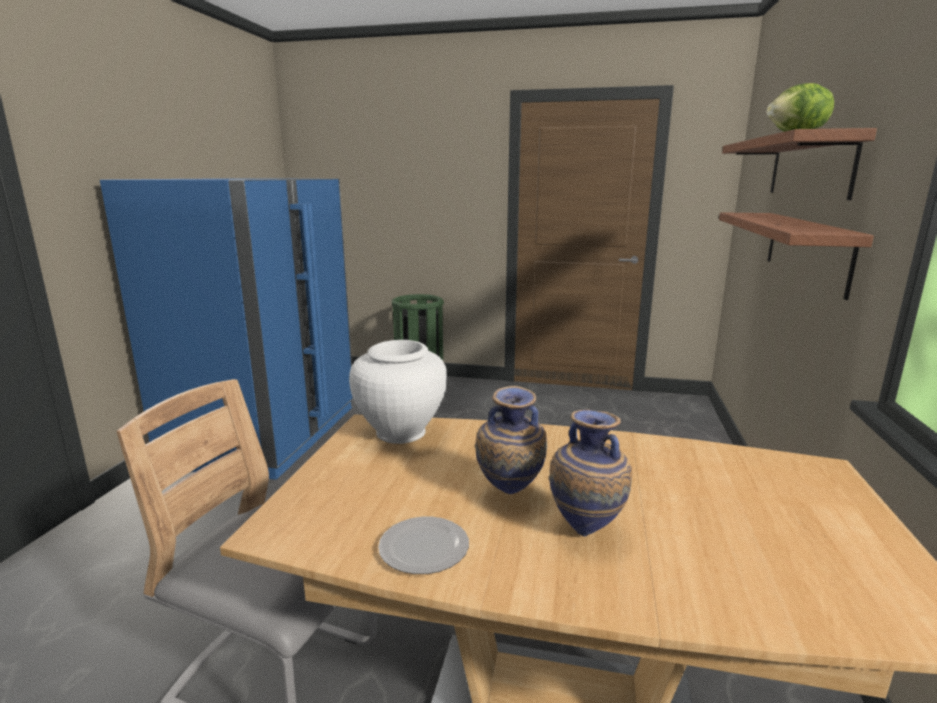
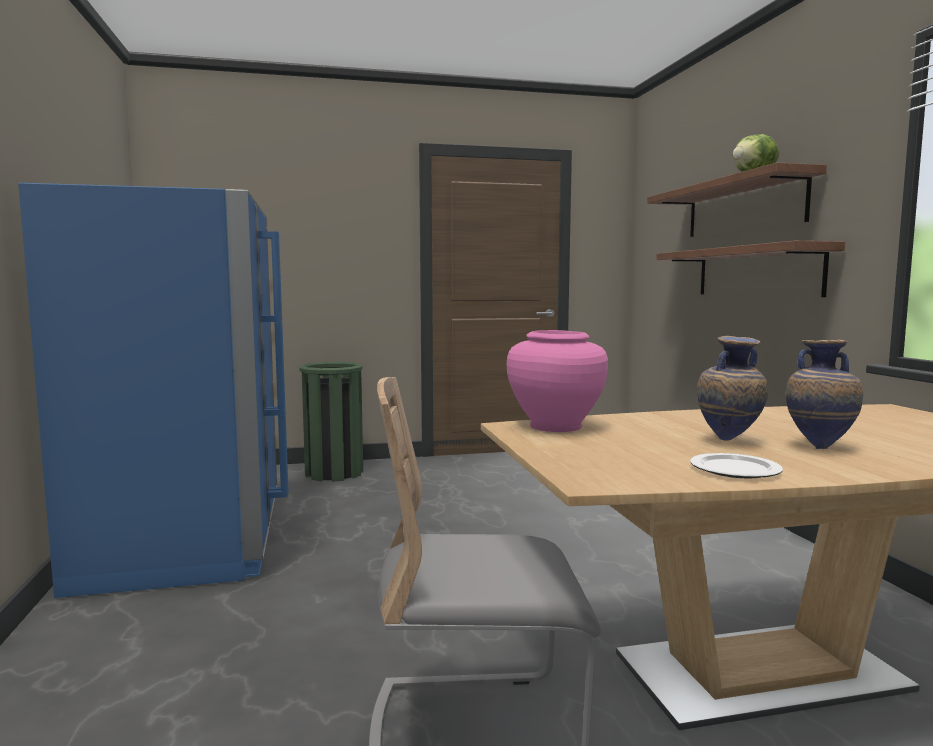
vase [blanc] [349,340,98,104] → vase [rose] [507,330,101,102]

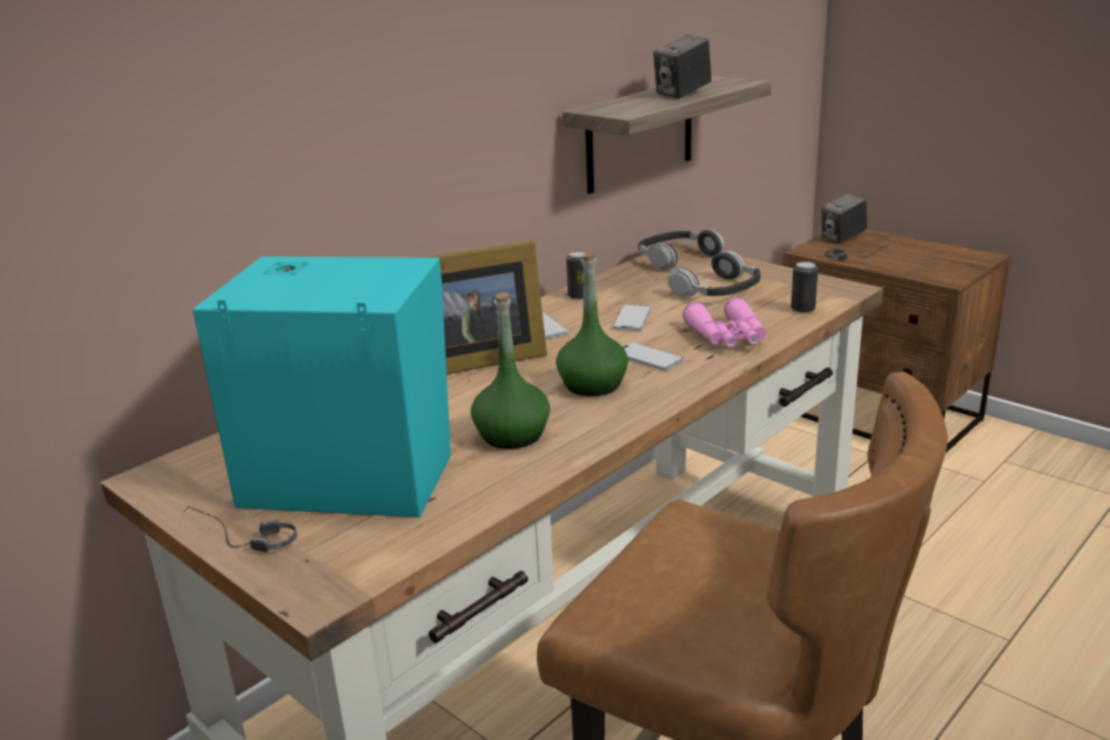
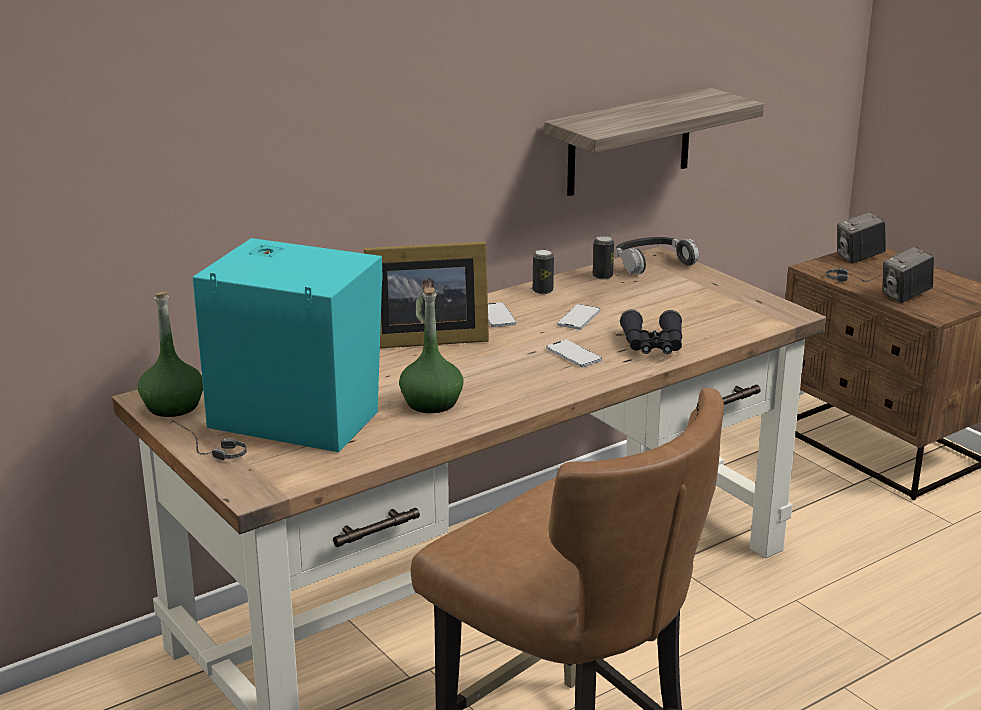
appareil photo [653,35,58,63] → appareil photo [882,246,52,57], shifted
casque audio [668,251,93,47] → -
bouteille [vert] [556,253,72,143] → bouteille [vert] [138,292,65,125], shifted
boîte métallique [791,261,27,52] → boîte métallique [593,236,21,43], shifted
jumelles [rose] [683,297,83,50] → jumelles [noir] [620,309,62,45]

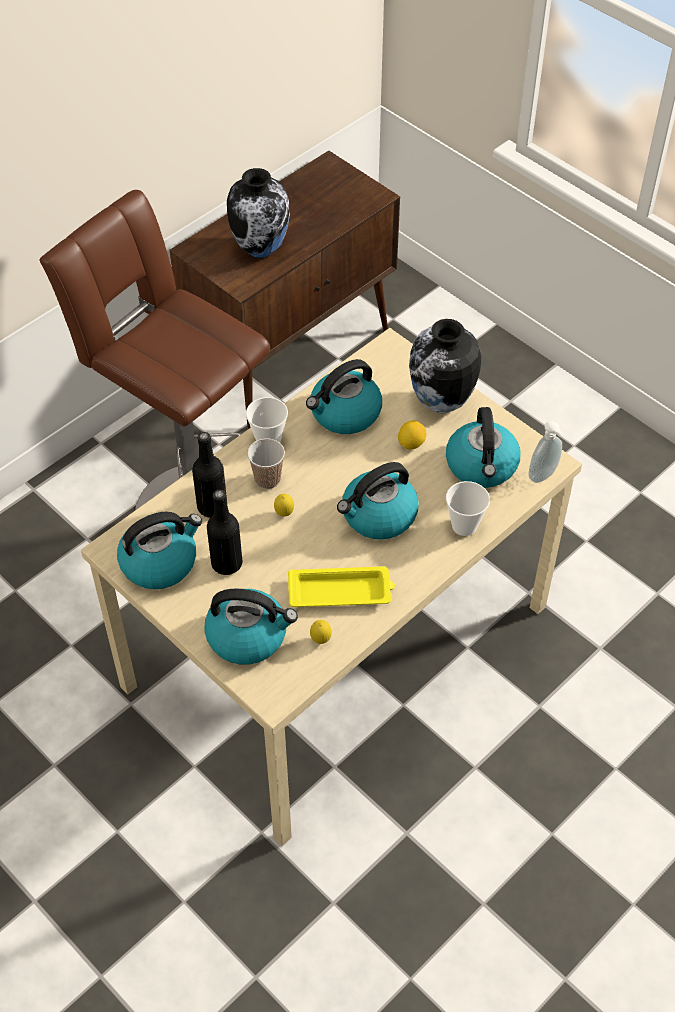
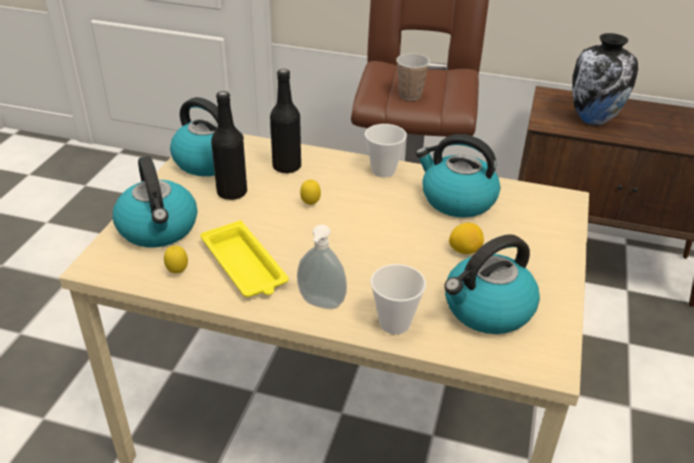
vase [409,319,72,94] → -
distributeur de savon [529,421,34,62] → distributeur de savon [297,225,50,84], shifted
tasse [247,439,38,50] → tasse [396,53,34,47], shifted
bouilloire [337,462,82,78] → -

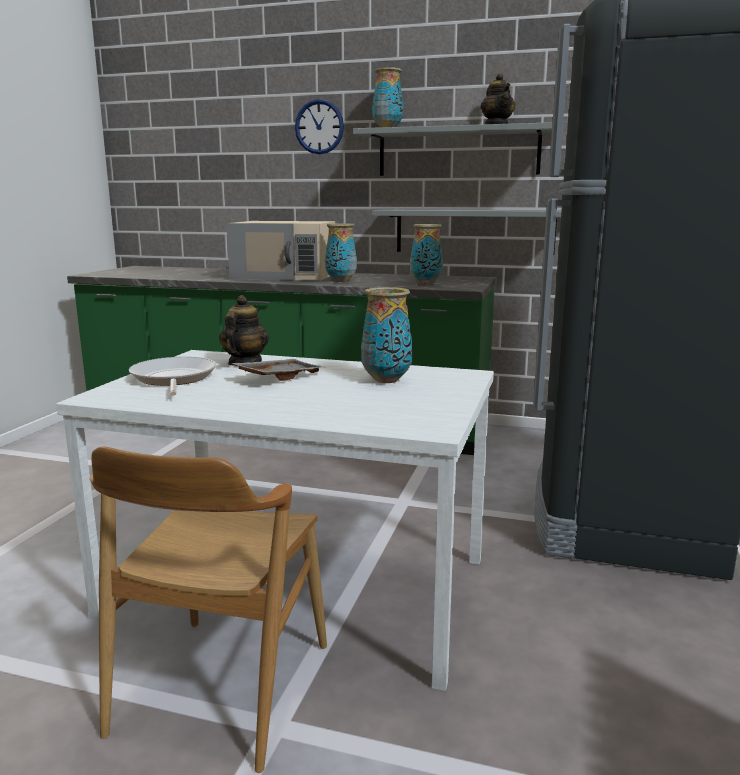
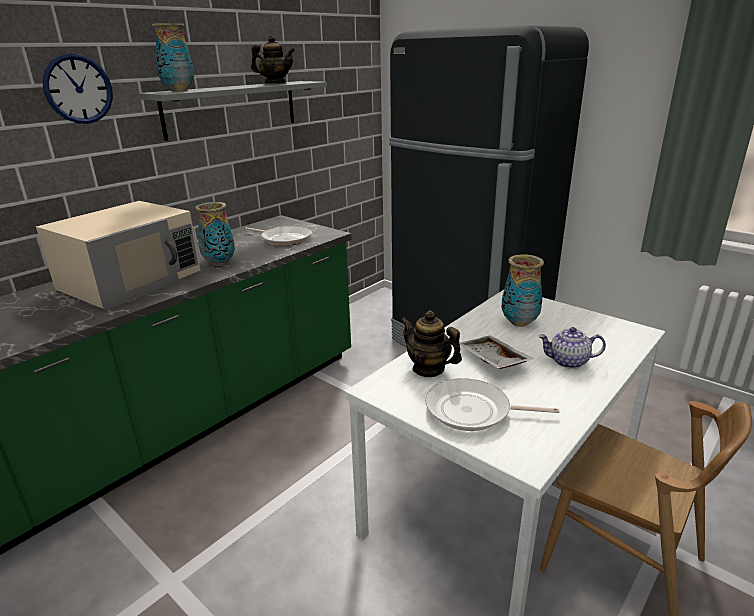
étagère [gris] [372,210,190,42] → -
vase [410,224,33,60] → poêle [245,226,67,20]
- → théière [538,327,68,42]

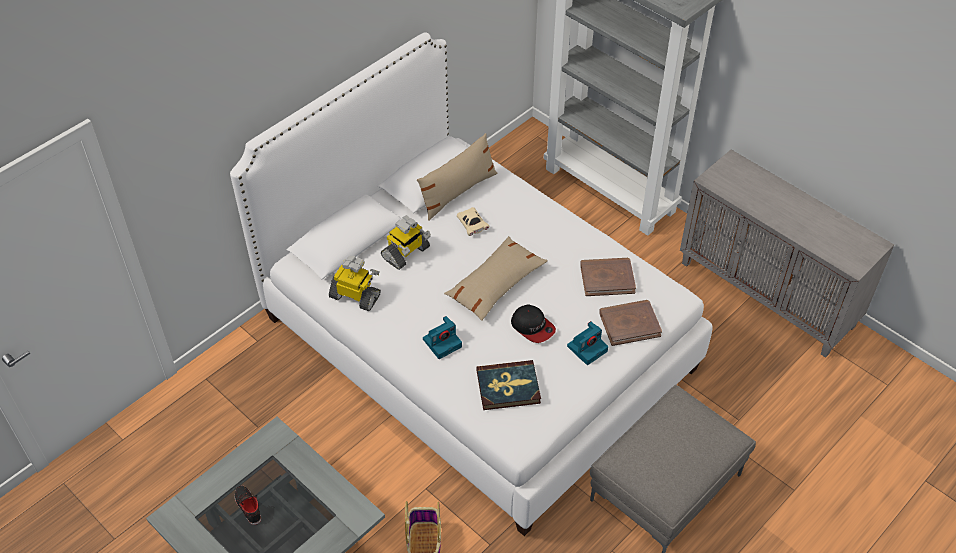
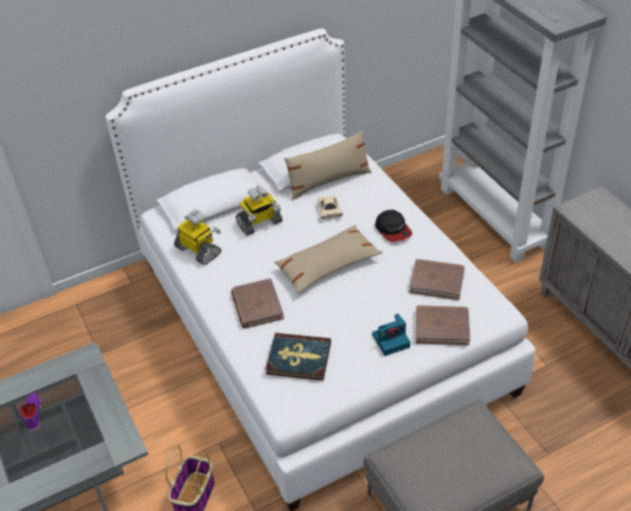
casquette [511,305,45,38] → casquette [375,210,37,32], shifted
appareil photo [423,316,39,43] → livre [marron] [231,278,53,51]
chaussure [noir] [235,485,26,40] → chaussure [violet] [18,393,23,38]

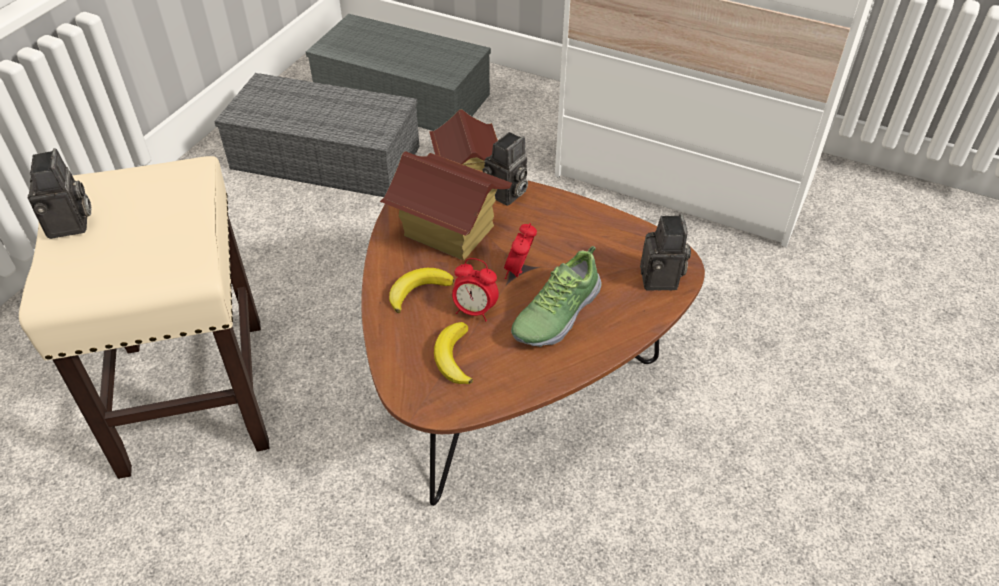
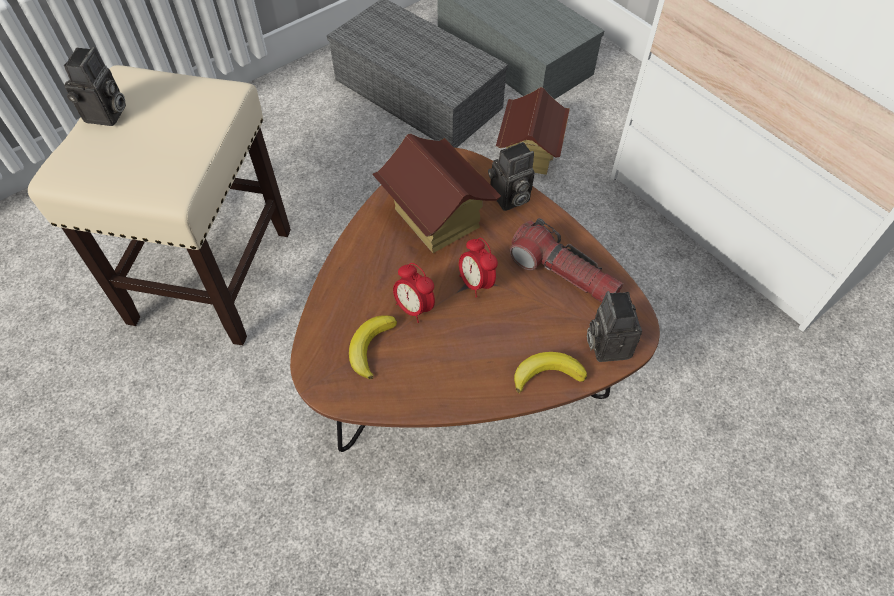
appareil photo [640,213,51,78] → appareil photo [587,291,55,71], 150 degrees clockwise
réveil [504,223,33,56] → réveil [459,238,39,60], 75 degrees counterclockwise
chaussure [511,246,91,101] → -
banane [389,268,65,45] → banane [514,352,73,41], shifted
- → lampe de poche [510,218,113,85]

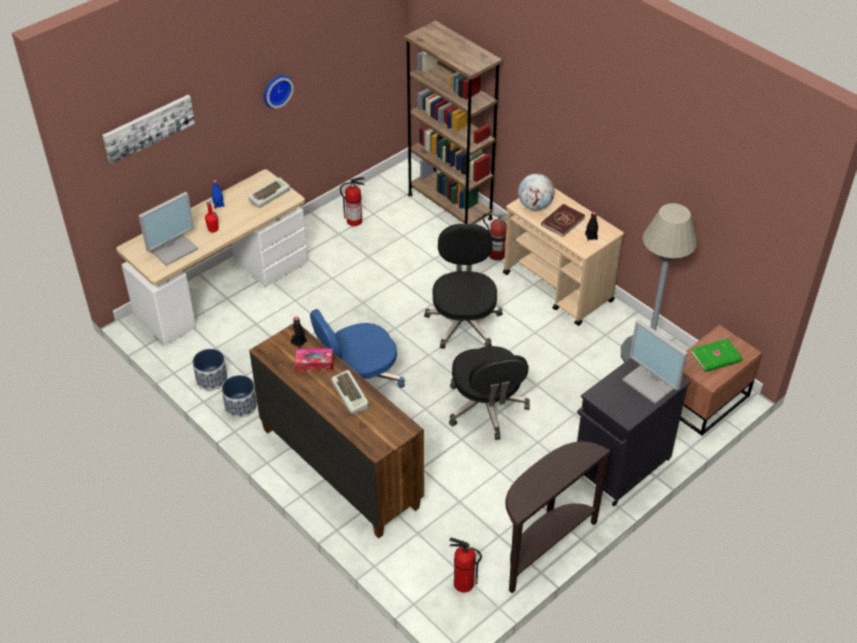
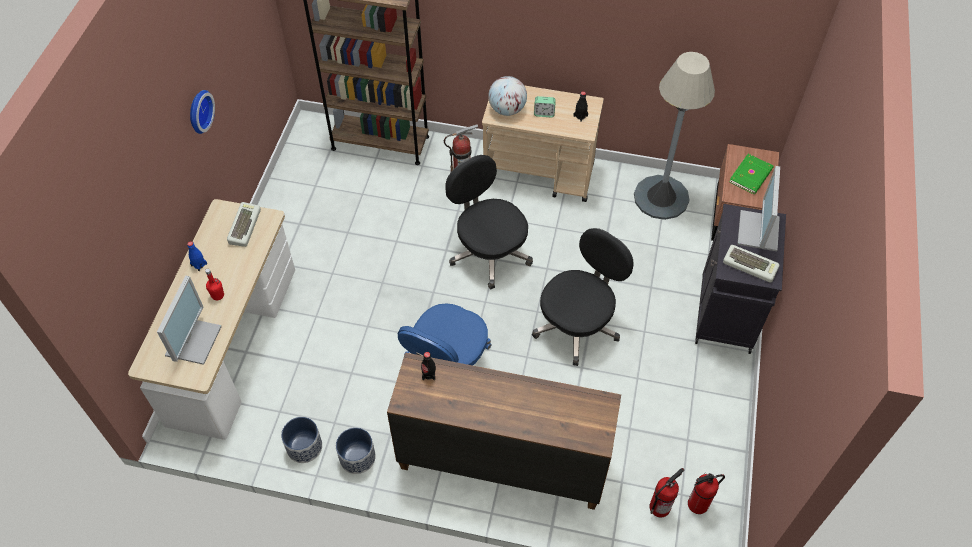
tableau [102,95,93,69] → -
extincteur [340,177,25,49] → extincteur [649,468,35,49], shifted
livre [rouge] [541,204,44,33] → réveil [534,96,22,21]
écran d'ordinateur [622,319,66,85] → écran d'ordinateur [737,166,43,85], 90 degrees clockwise
chaise de bureau [noir] [449,346,81,94] → chaise de bureau [noir] [532,228,102,138], 90 degrees counterclockwise
boîte à mouchoirs [295,348,39,24] → -
clavier [331,370,38,44] → clavier [723,245,57,37], shifted
table console [marron] [505,441,106,152] → -

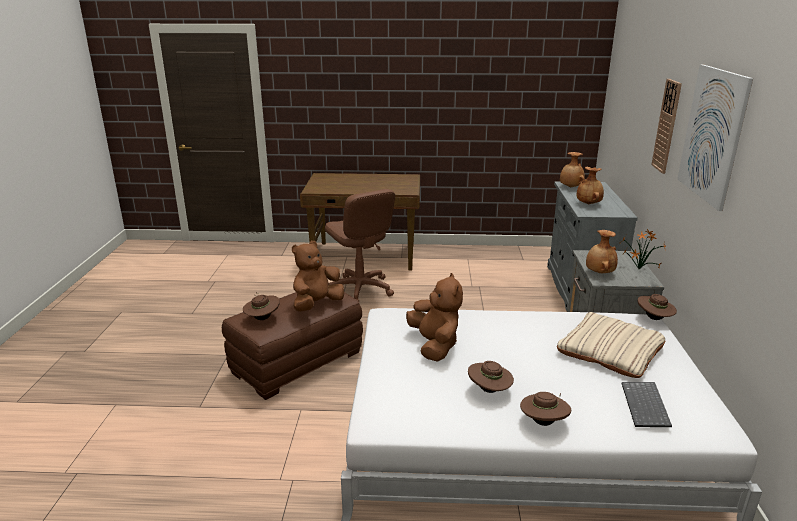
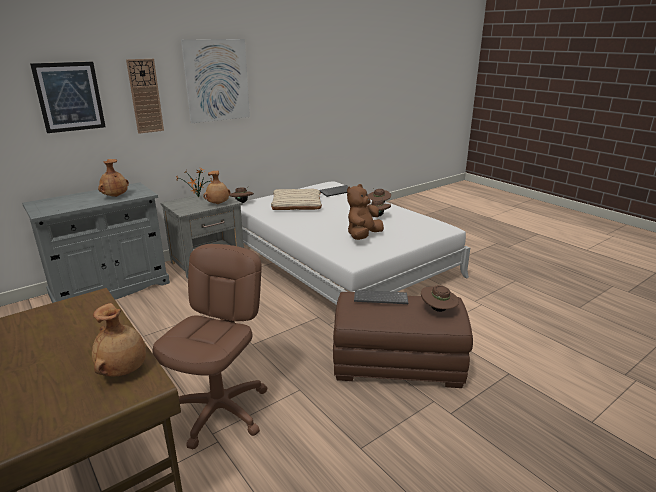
vase [marron] [560,152,25,35] → vase [marron] [92,303,54,74], shifted
peluche [marron] [292,241,52,71] → clavier [354,290,54,14]
- → tableau [30,62,76,71]

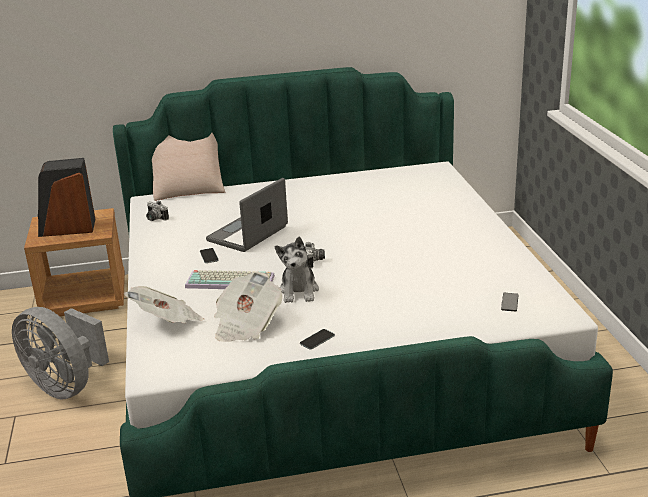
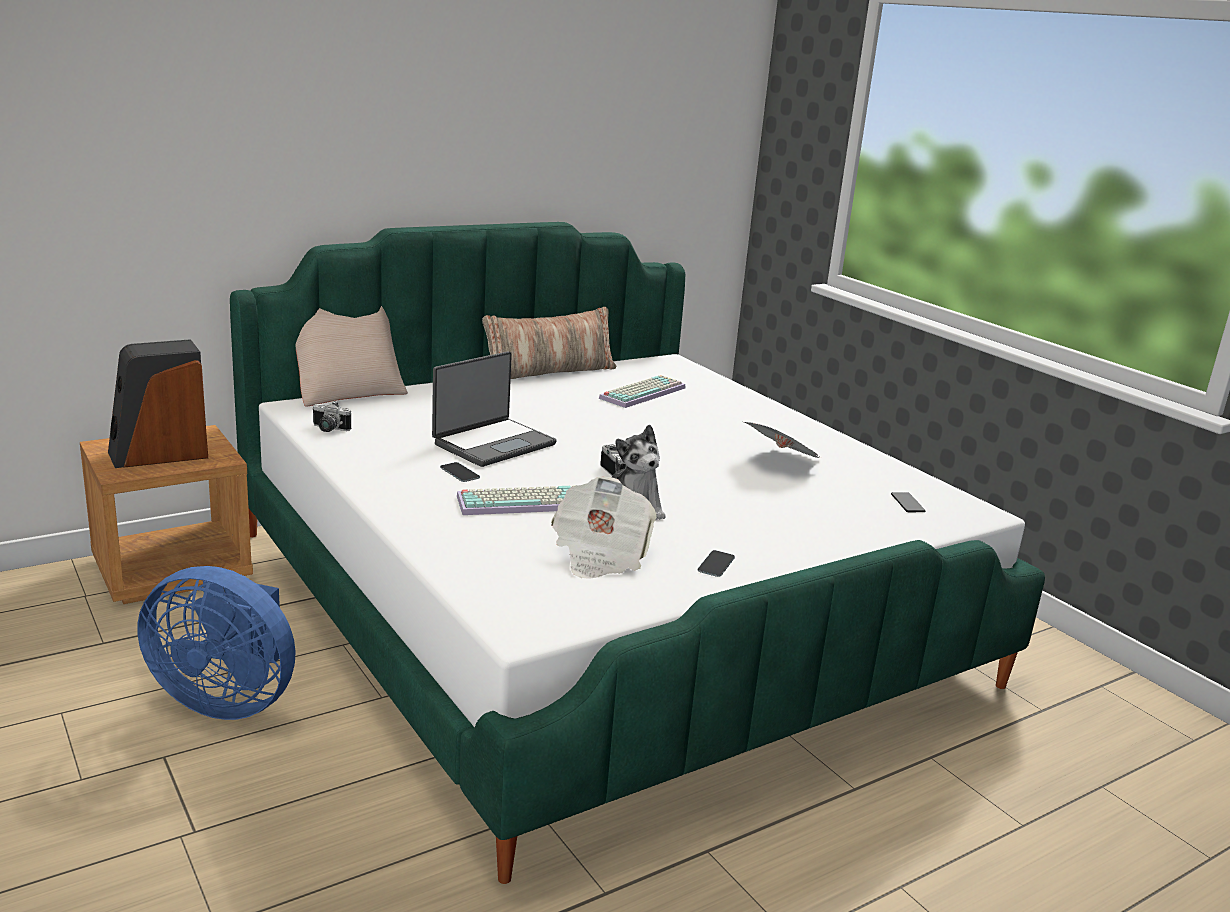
ordinateur portable [206,178,82,74] → ordinateur portable [432,351,125,116], 150 degrees counterclockwise
journal [124,286,80,37] → journal [744,422,77,36], shifted
ventilateur [gris] [12,307,97,93] → ventilateur [bleu] [137,566,159,154]
- → coussin [482,307,134,72]
- → clavier [599,375,87,33]

